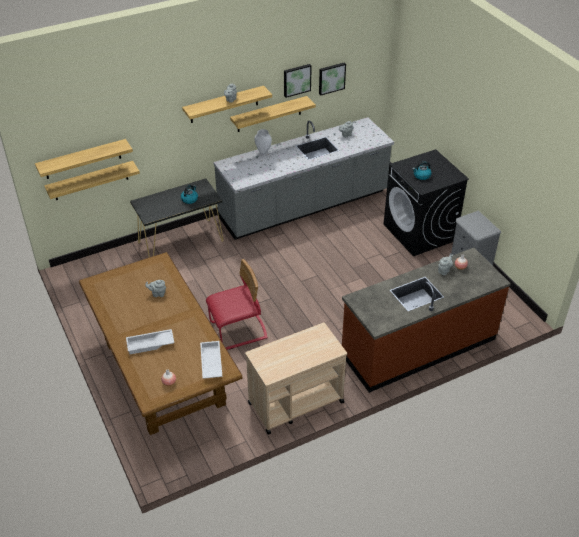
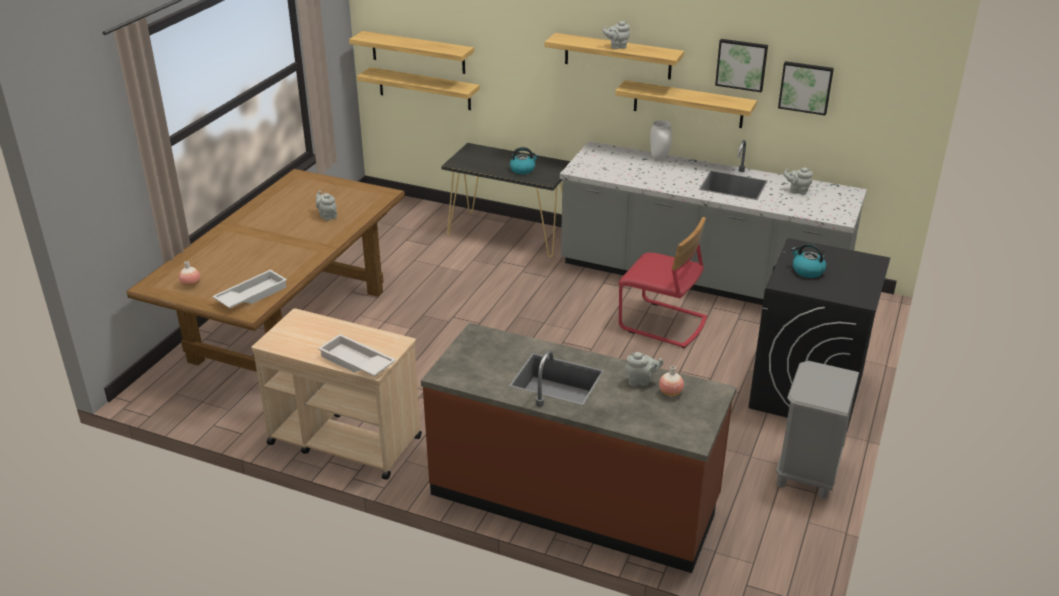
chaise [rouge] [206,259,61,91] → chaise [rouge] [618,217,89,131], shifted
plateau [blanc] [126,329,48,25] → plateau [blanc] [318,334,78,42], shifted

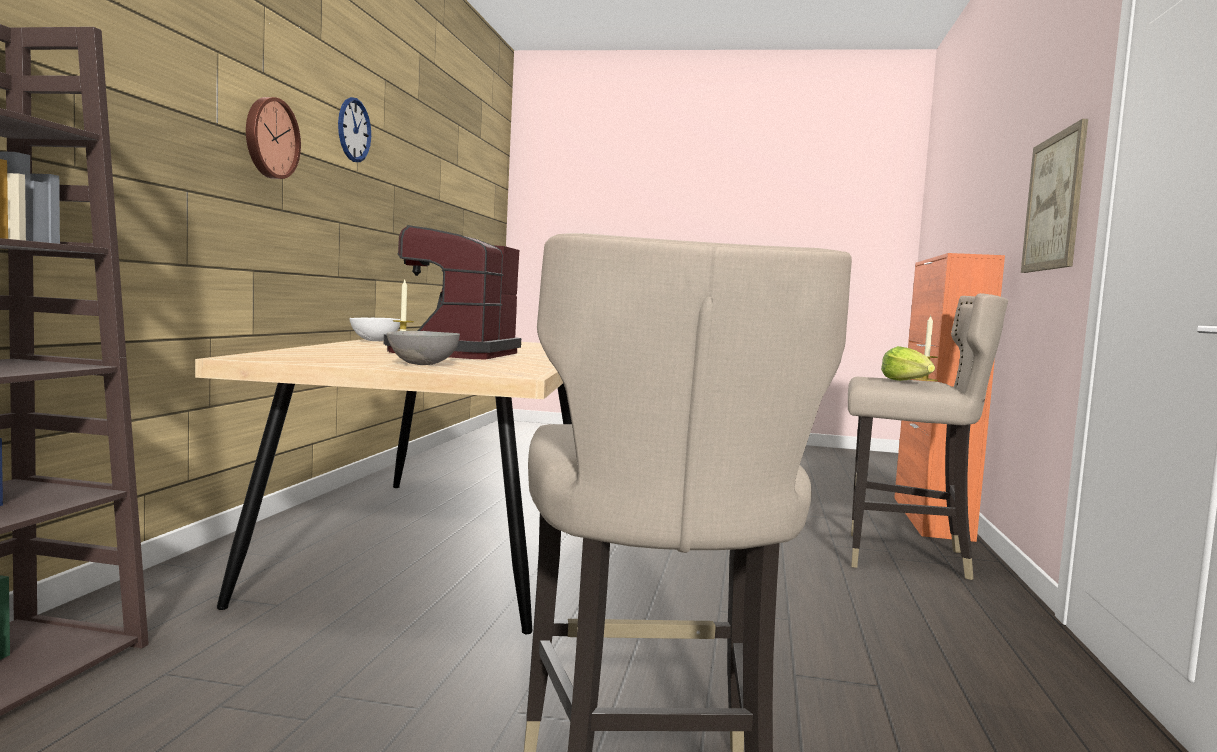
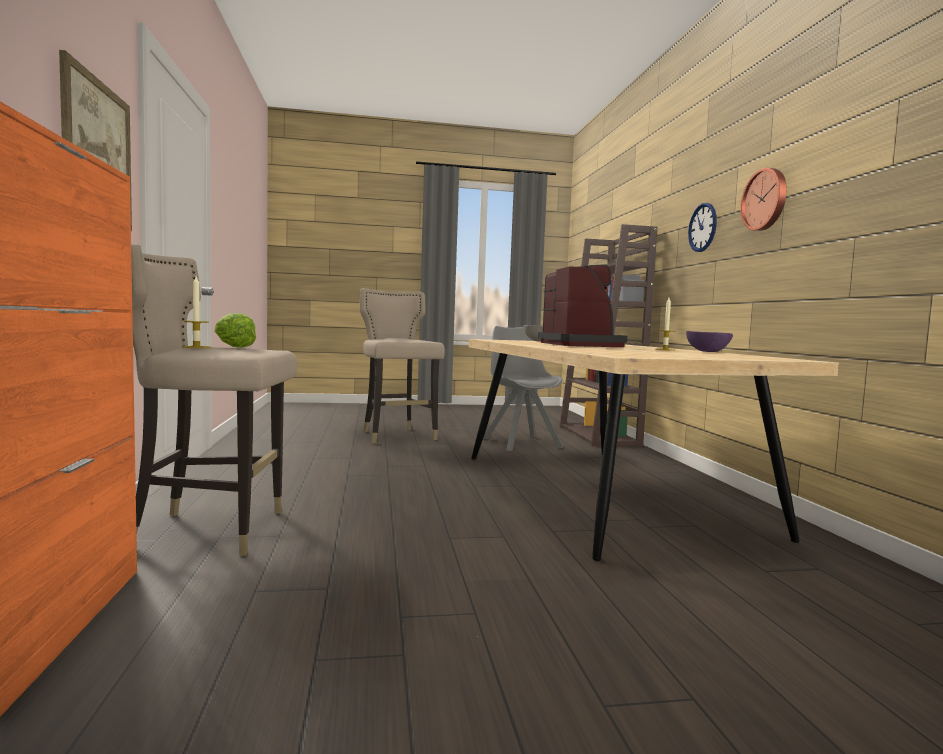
horloge murale [338,97,33,65] → horloge murale [688,203,29,49], shifted
bol [blanc] [349,317,52,24] → bol [violet] [686,331,47,21]
- → chaise [gris] [483,326,80,125]

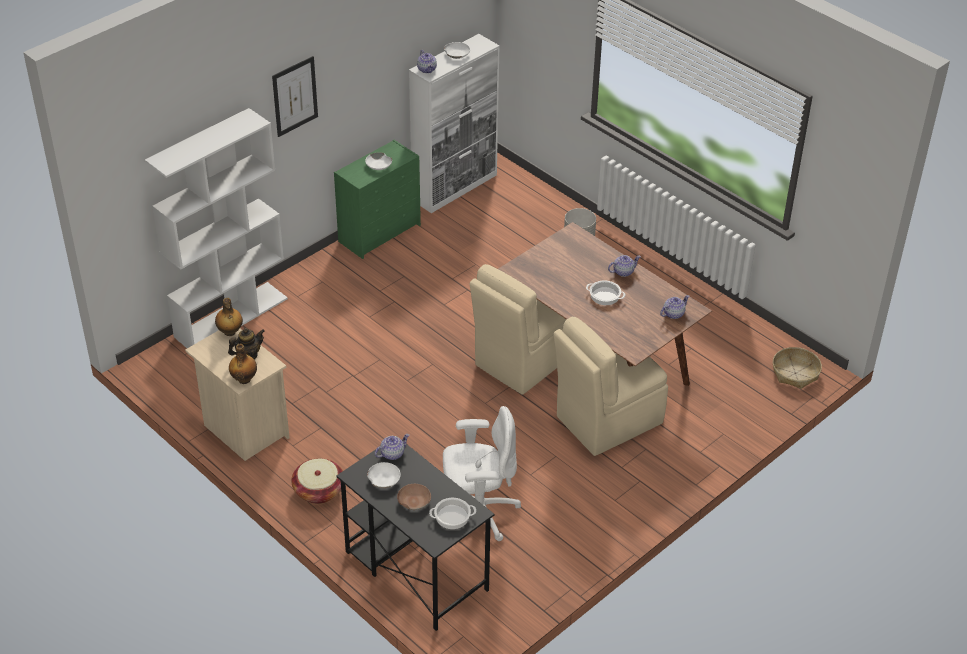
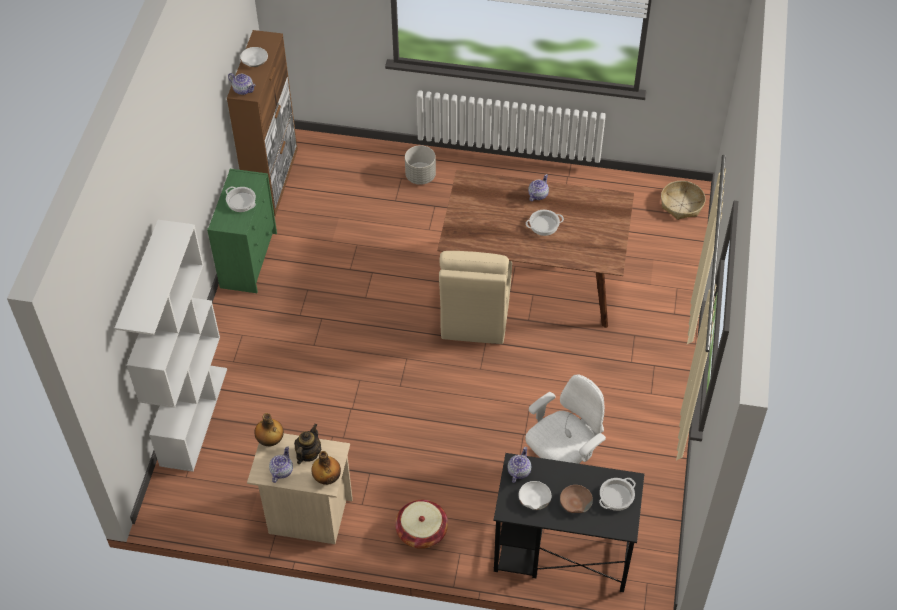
meuble de rangement [blanc] [409,34,91,179] → meuble de rangement [marron] [227,30,71,186]
tableau [272,56,46,81] → -
bol [blanc] [365,152,27,18] → marmite [226,187,30,25]
théière [660,295,29,24] → théière [269,446,24,37], shifted
chaise [beige] [554,317,114,139] → -

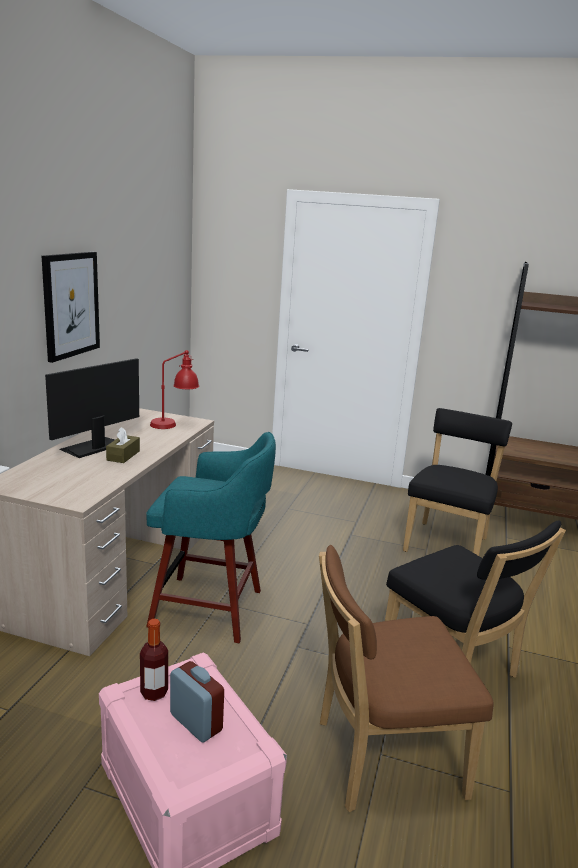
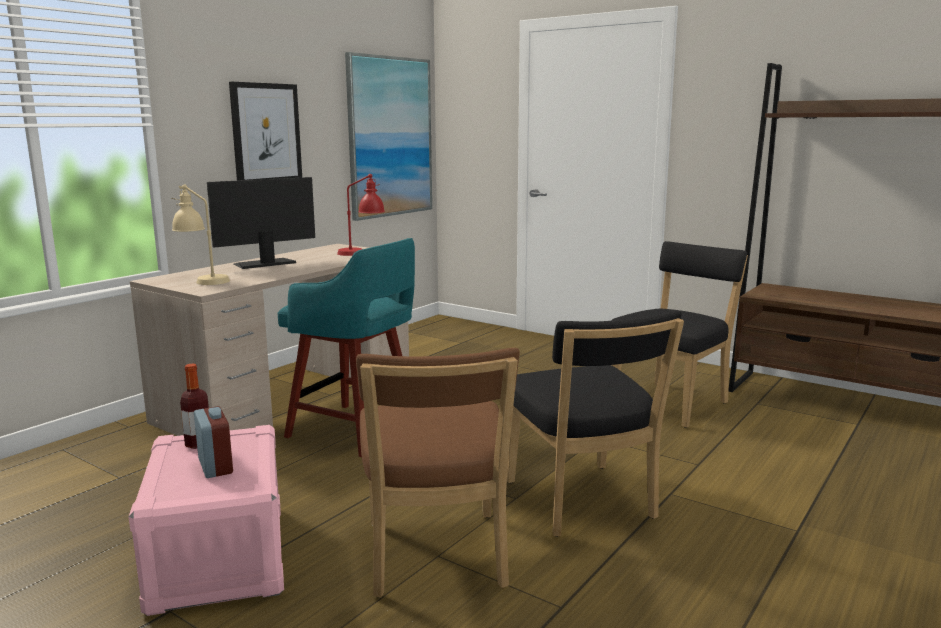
boîte à mouchoirs [marron] [106,427,34,36] → -
chaise [marron] [319,545,174,267] → chaise [marron] [356,348,164,249], 105 degrees counterclockwise
- → tableau [345,52,87,169]
- → lampe de table [beige] [171,184,59,101]

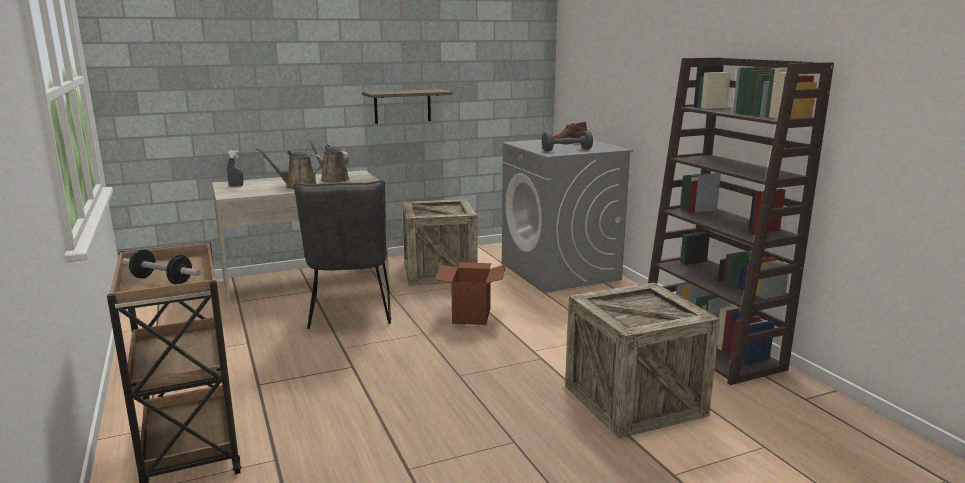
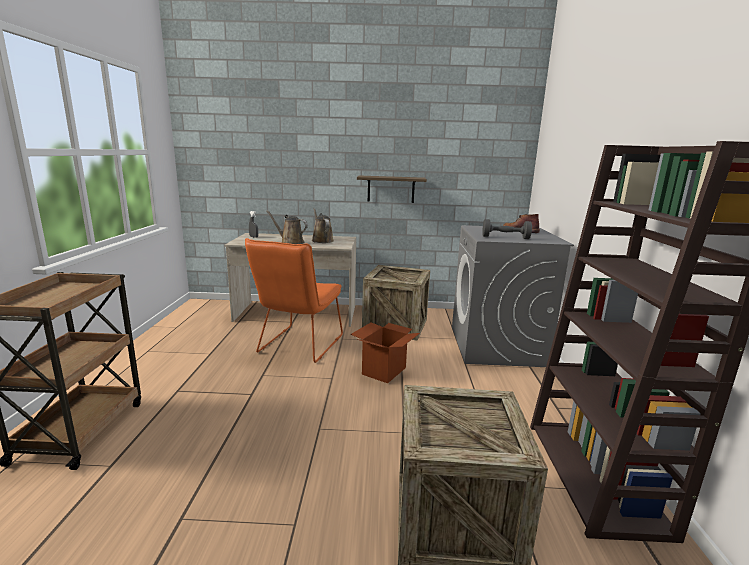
chaise [gris] [294,180,97,149] → chaise [orange] [245,238,98,125]
haltère [122,250,79,34] → -

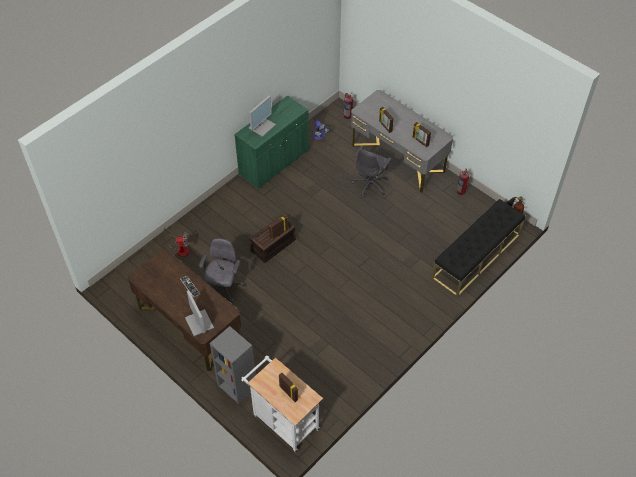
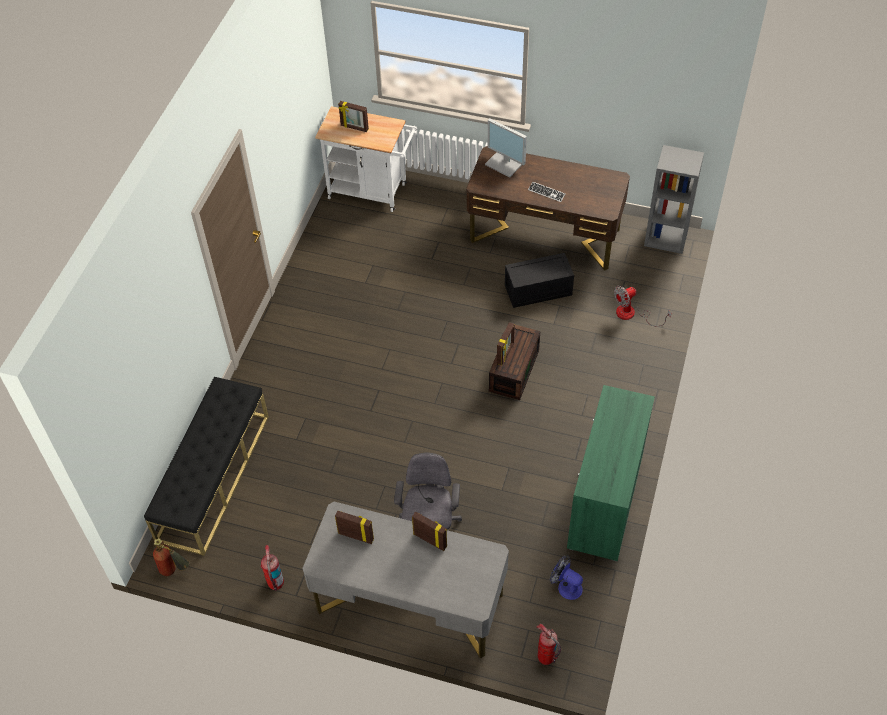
écran d'ordinateur [249,96,27,41] → -
chaise de bureau [gris] [199,238,45,65] → boîte de rangement [noir] [505,253,69,55]
bibliothèque [gris] [210,326,46,78] → bibliothèque [gris] [644,145,60,109], shifted

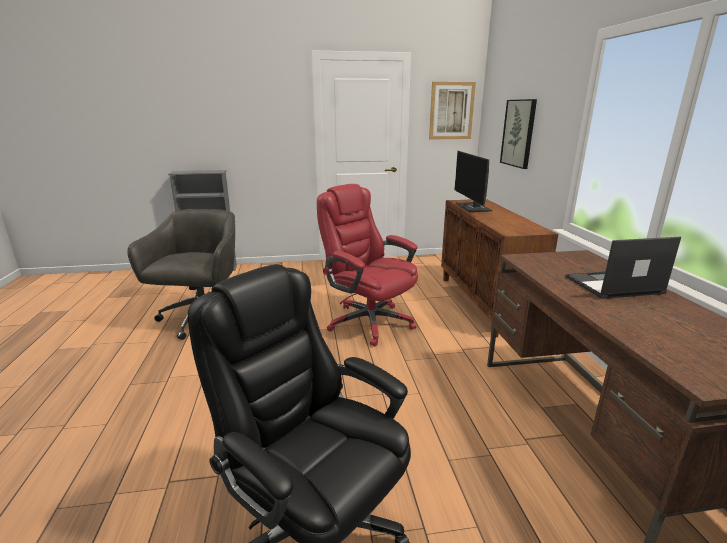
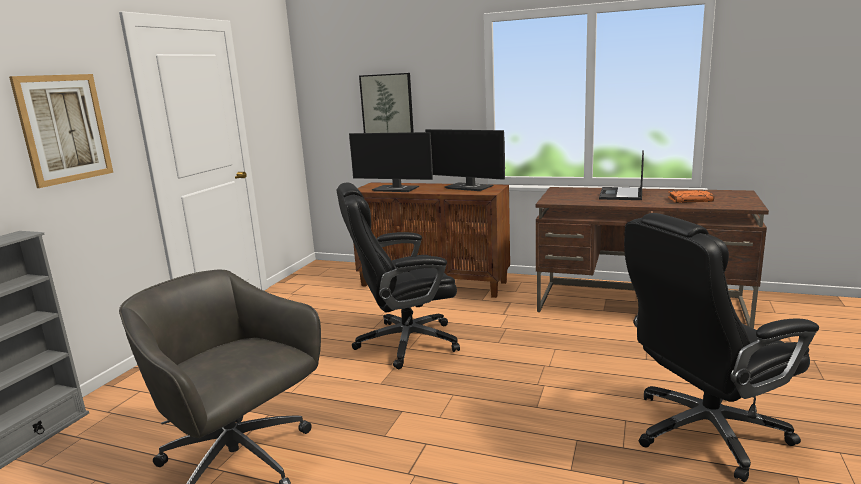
tableau [429,82,47,58] → tableau [9,74,104,114], shifted
chaise de bureau [rouge] [317,184,101,162] → chaise de bureau [noir] [337,183,123,186]
- → écran d'ordinateur [425,129,80,62]
- → livre [orange] [668,190,46,13]

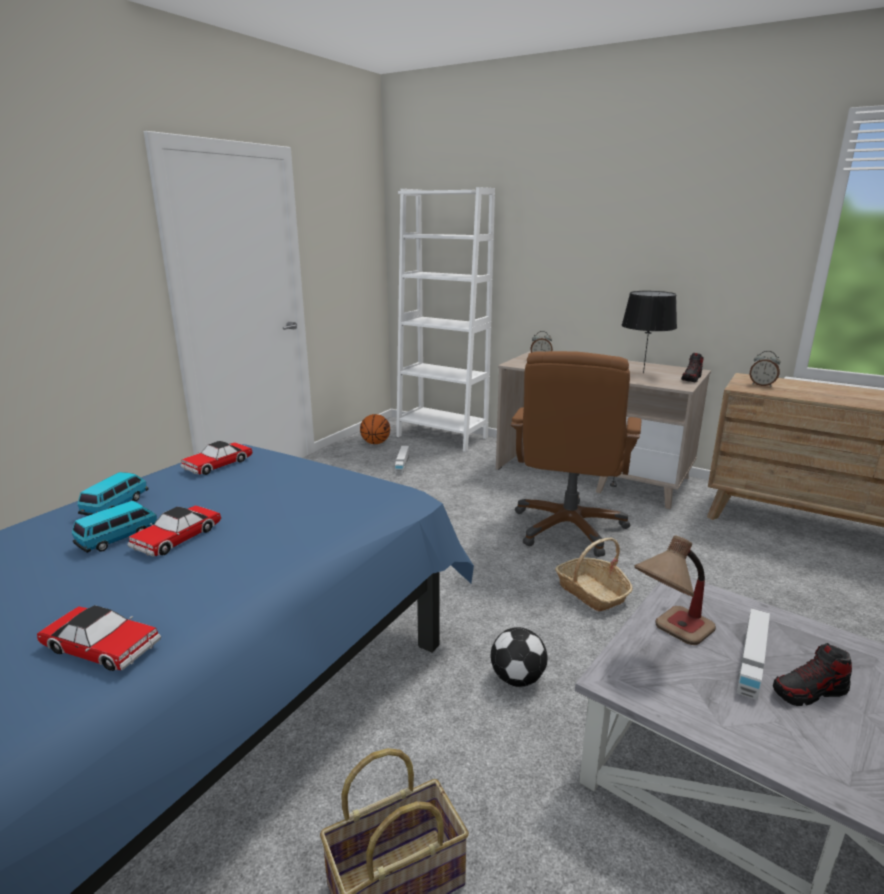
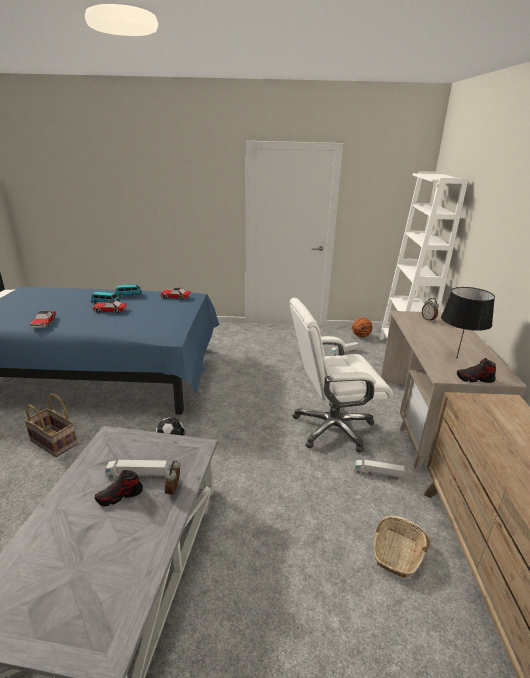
chaise de bureau [marron] [511,351,130,206] → chaise de bureau [blanc] [290,298,103,155]
réveil [750,351,30,36] → réveil [165,460,16,37], shifted
lampe de table [634,535,82,110] → -
panier [555,537,77,75] → panier [373,515,57,63], shifted
chaussure [773,643,79,63] → chaussure [95,470,48,36], 75 degrees counterclockwise
- → camion jouet [354,460,51,20]

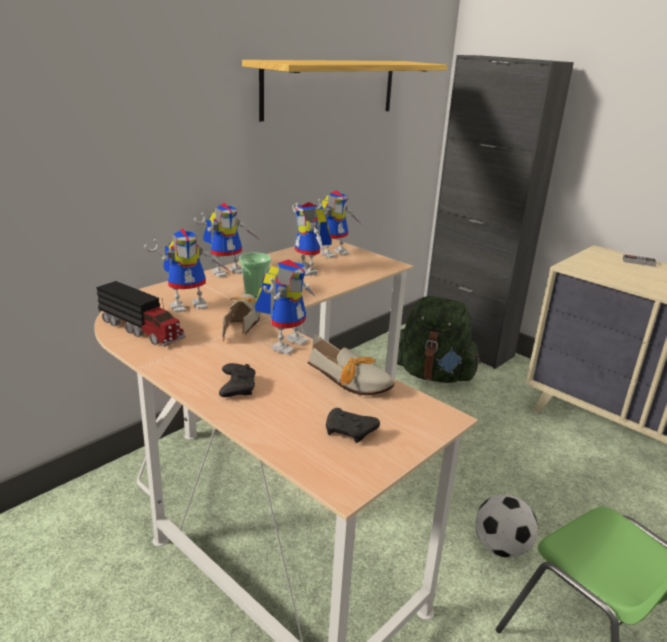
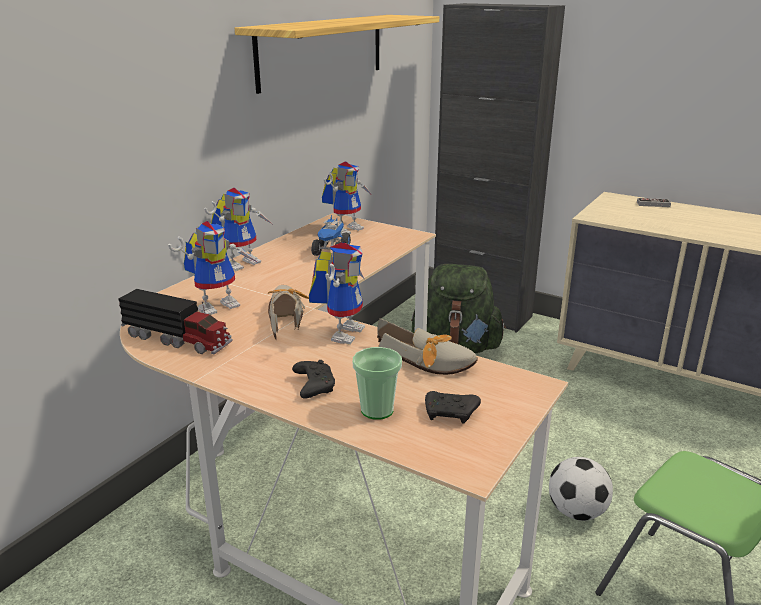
robot jouet [292,202,40,74] → camion jouet [311,214,40,42]
tasse [239,252,32,46] → tasse [353,347,49,73], shifted

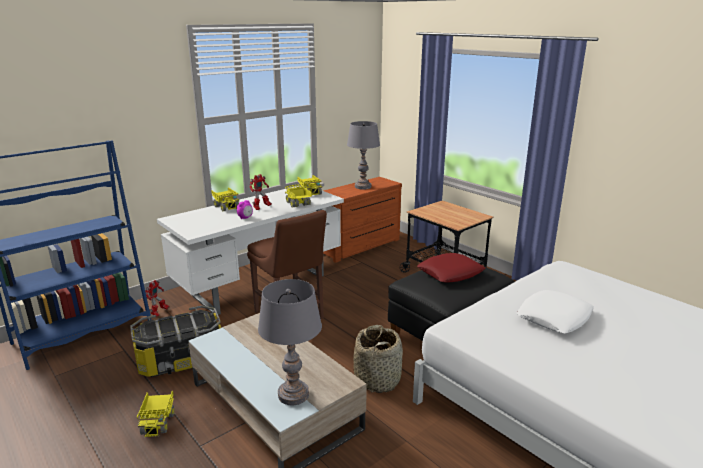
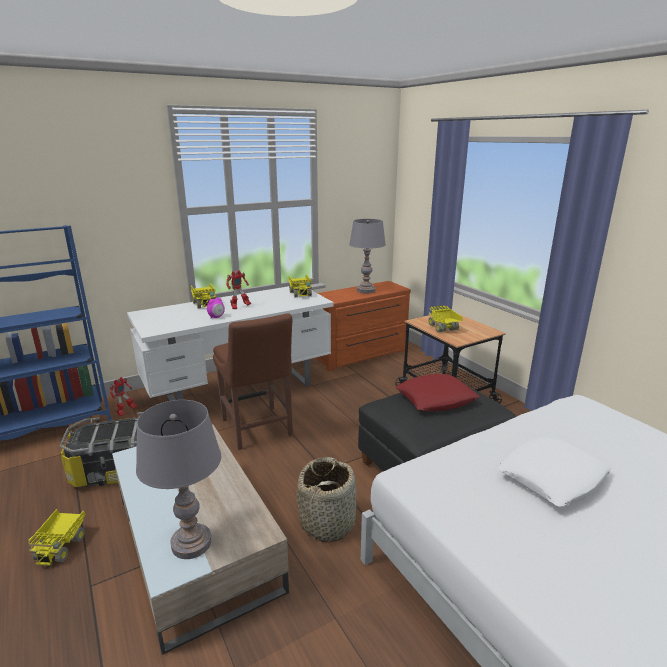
camion jouet [285,184,27,24] → camion jouet [428,306,35,26], shifted

